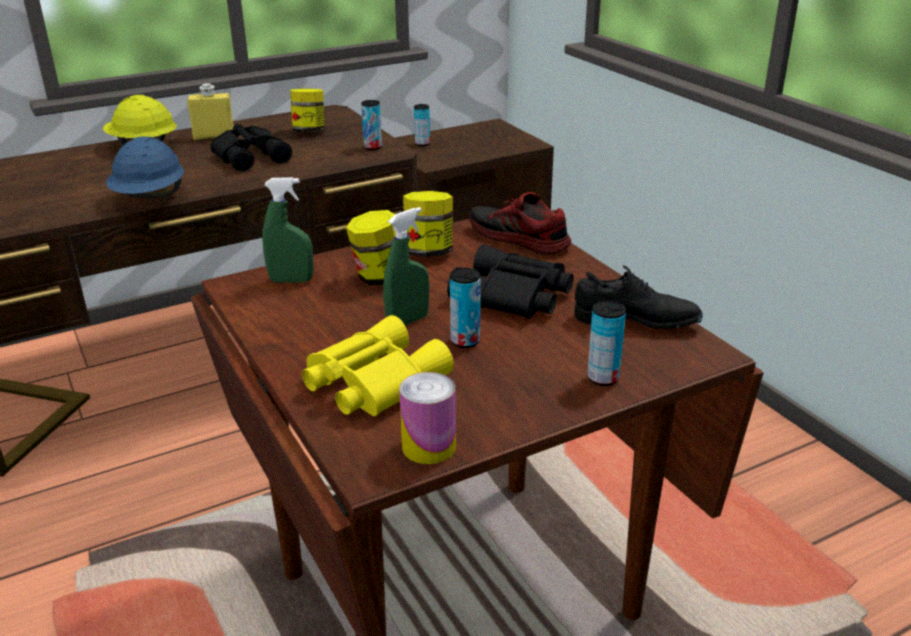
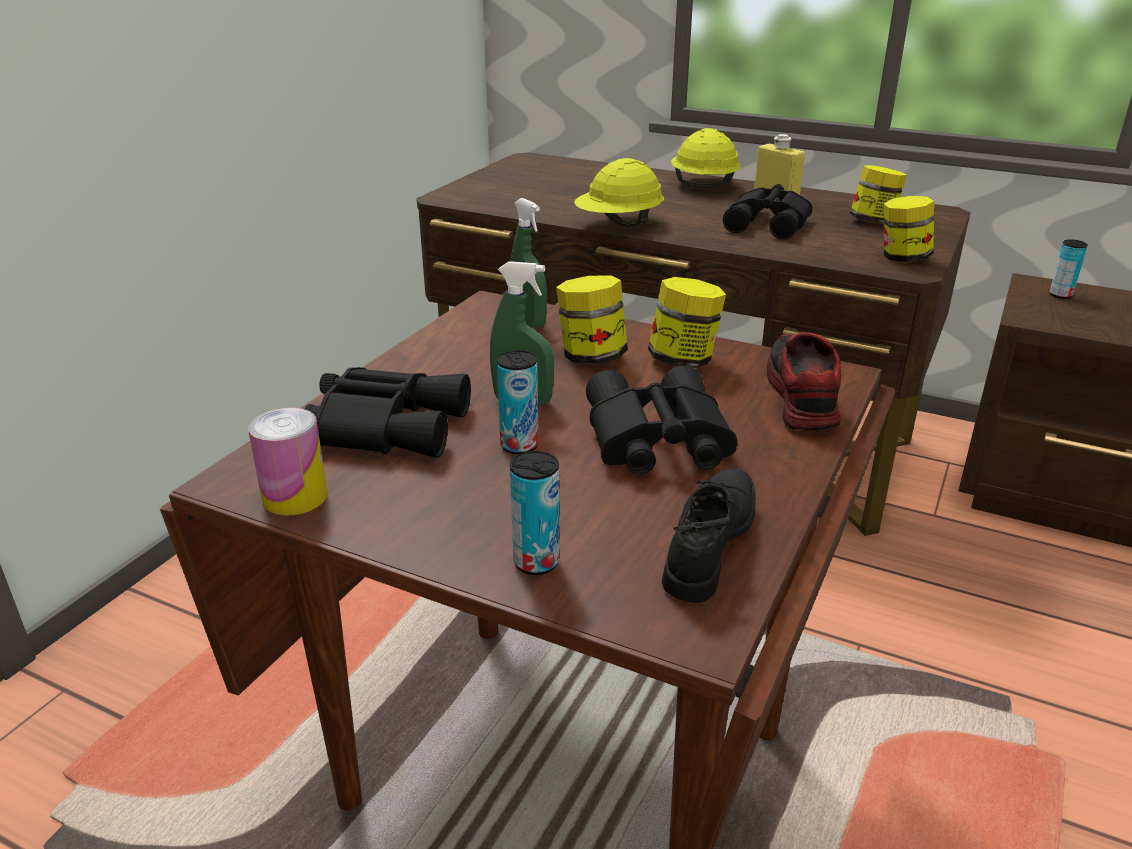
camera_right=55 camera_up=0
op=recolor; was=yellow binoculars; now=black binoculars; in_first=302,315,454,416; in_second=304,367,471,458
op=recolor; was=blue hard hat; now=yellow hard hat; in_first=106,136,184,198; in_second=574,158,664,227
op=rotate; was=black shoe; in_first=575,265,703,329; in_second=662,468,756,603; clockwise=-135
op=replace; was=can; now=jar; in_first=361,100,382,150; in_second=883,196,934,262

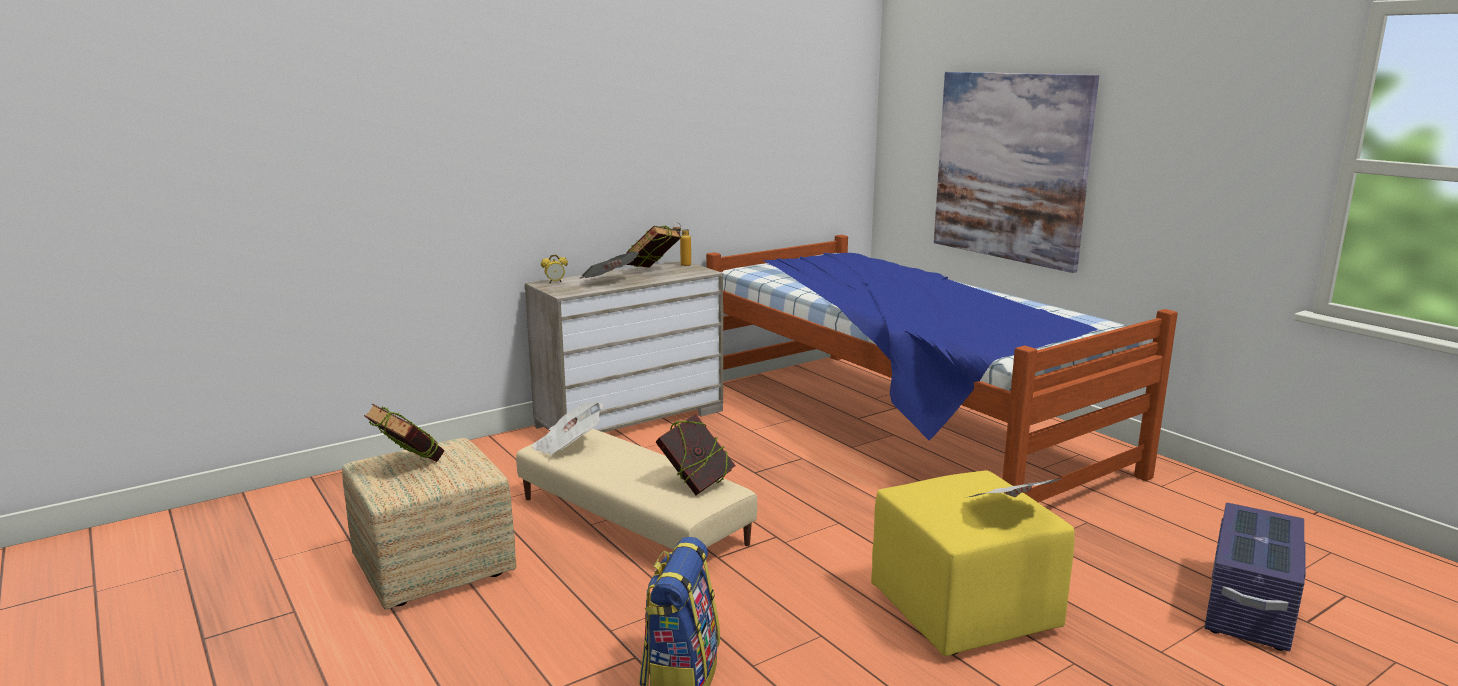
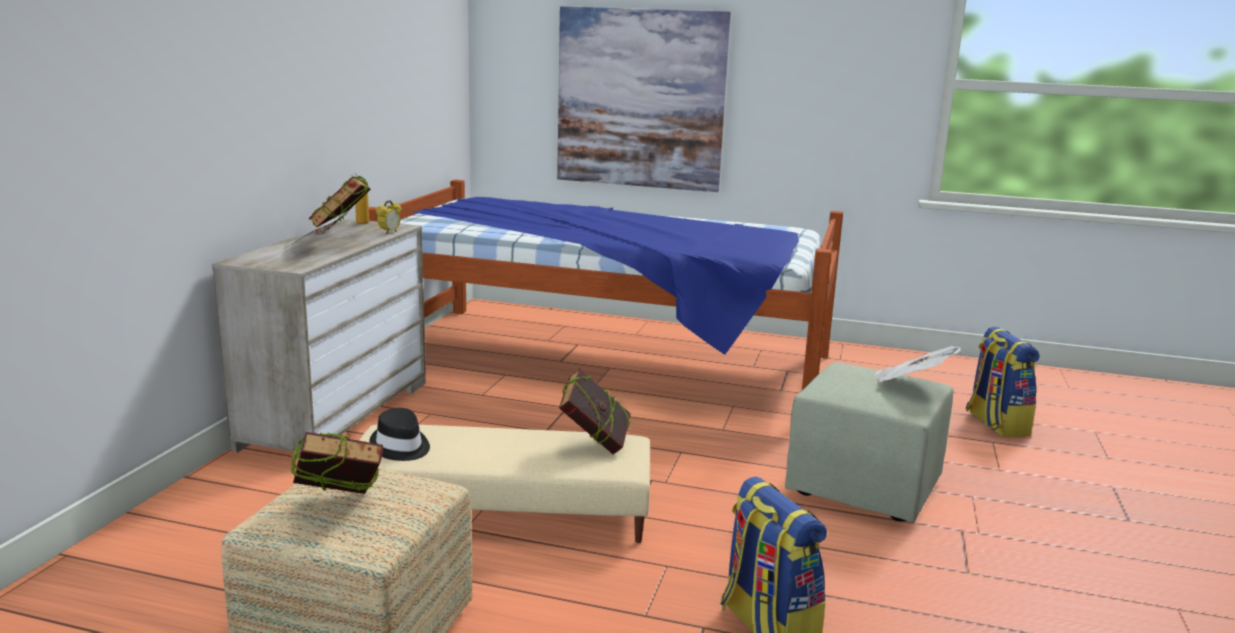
camera_right=-40 camera_up=0
op=replace; was=newspaper; now=black hat; in_first=532,402,604,455; in_second=369,408,430,461
op=move; was=alarm clock; in_first=541,255,568,283; in_second=376,200,402,234
op=recolor; was=yellow ottoman; now=green ottoman; in_first=871,470,1075,656; in_second=785,362,954,522
op=replace; was=purple storage box; now=backpack; in_first=1204,503,1306,651; in_second=966,327,1040,437

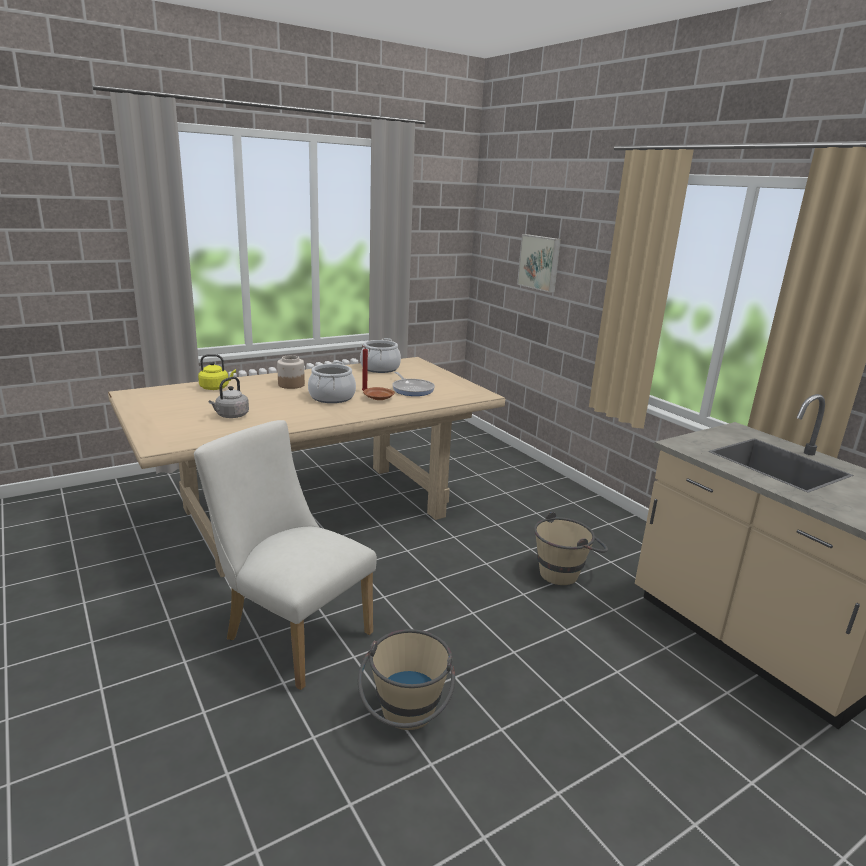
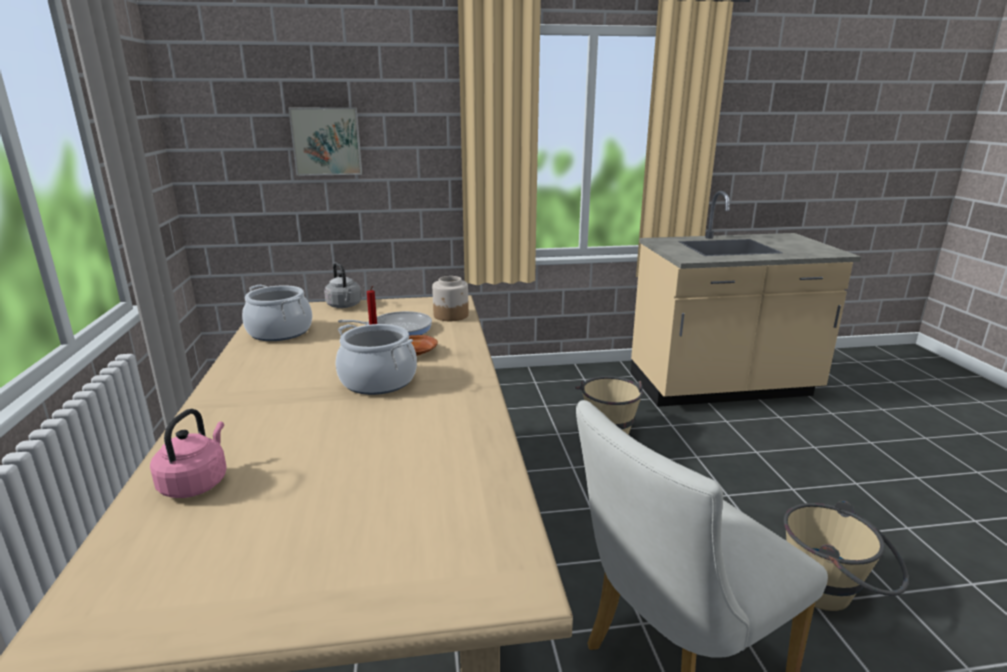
camera_right=-65 camera_up=0
op=recolor; was=yellow kettle; now=pink kettle; in_first=198,354,236,390; in_second=150,409,227,498
op=move; was=grey kettle; in_first=209,377,249,418; in_second=324,262,361,308
op=move; was=jar; in_first=277,355,305,389; in_second=432,276,469,321

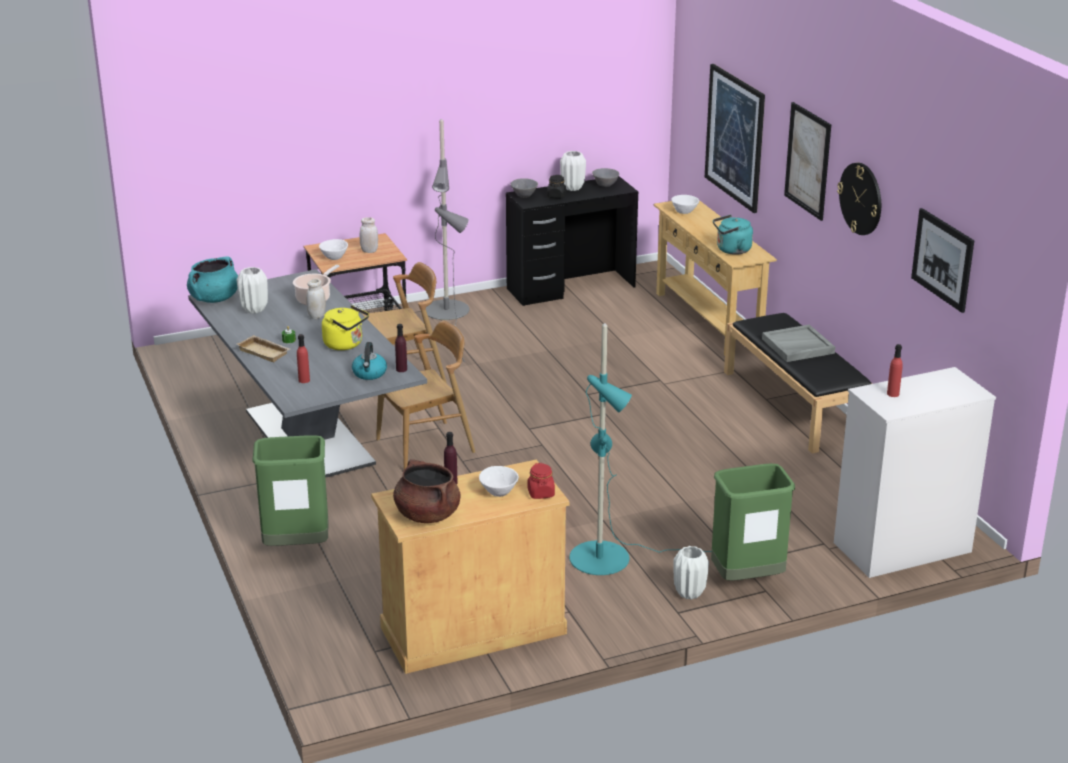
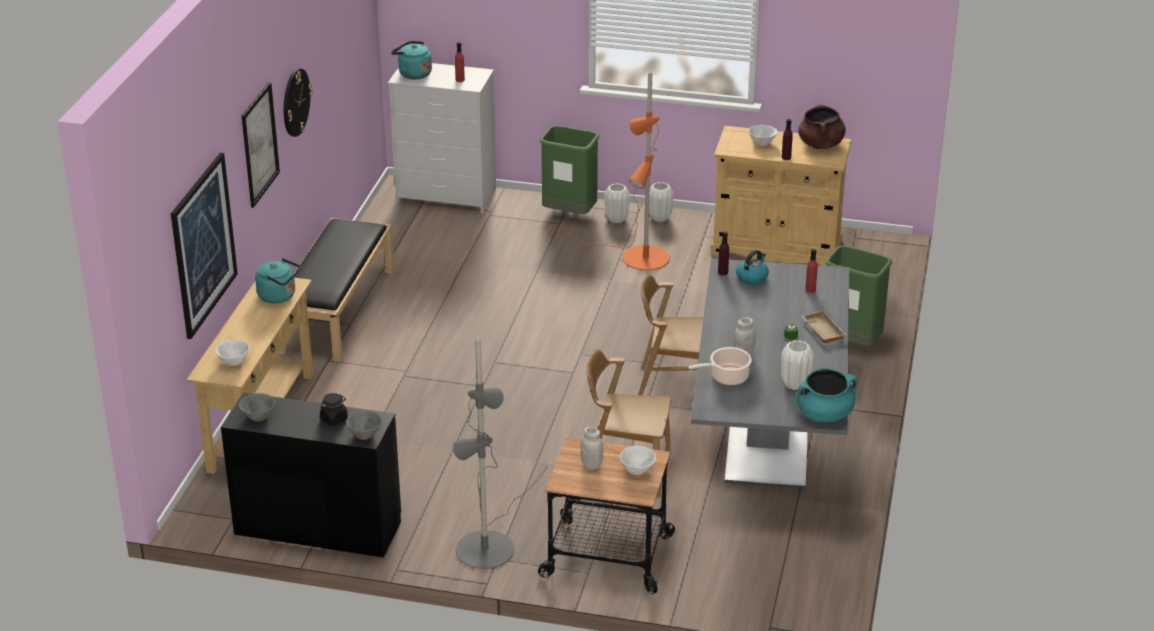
camera_right=-145 camera_up=5
op=insert; now=turquoise kettle; in_second=391,41,432,80
op=recolor; was=turquoise floor lamp; now=orange floor lamp; in_first=569,324,712,575; in_second=543,72,670,270
op=move; was=white vase; in_first=560,151,586,191; in_second=649,182,674,222
op=delete; was=yellow kettle; in_first=322,305,369,350
op=delete; was=red jar; in_first=527,463,555,499
op=delete; was=grey tray; in_first=762,325,835,362
op=delete; was=picture; in_first=911,208,974,313

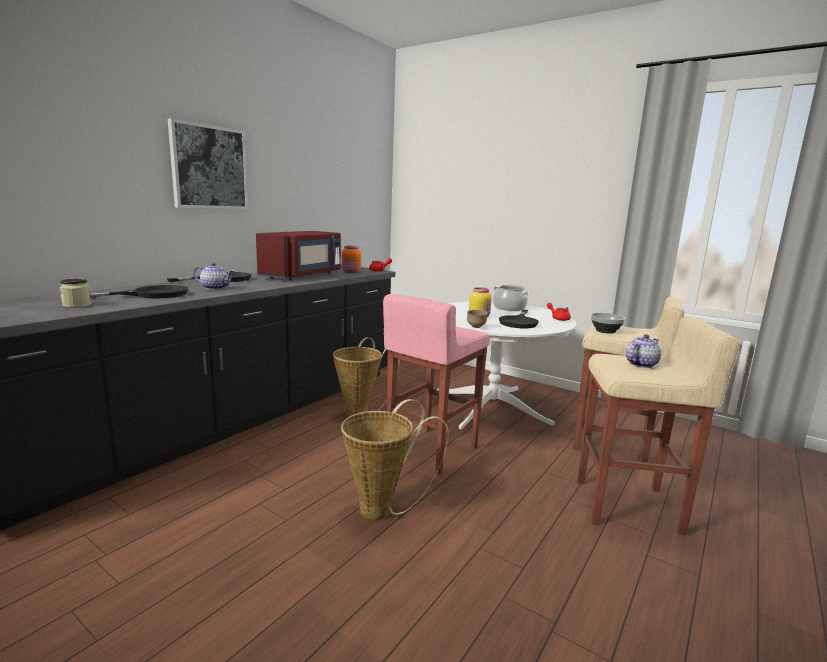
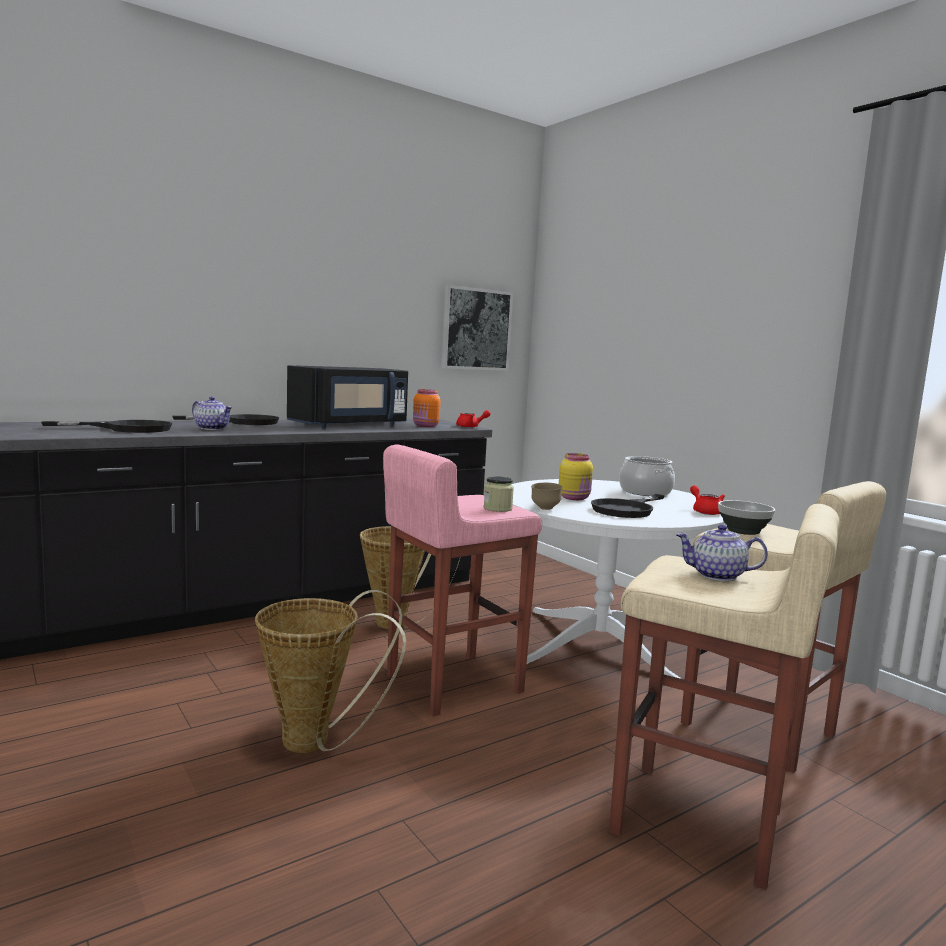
camera_right=20 camera_up=-5
op=recolor; was=red microwave; now=black microwave; in_first=256,231,341,280; in_second=287,365,408,428
op=move; was=picture; in_first=168,118,248,209; in_second=441,285,513,371
op=move; was=jar; in_first=60,279,91,308; in_second=484,476,514,512
op=rotate; was=teapot; in_first=626,334,661,368; in_second=676,524,768,581; clockwise=-150

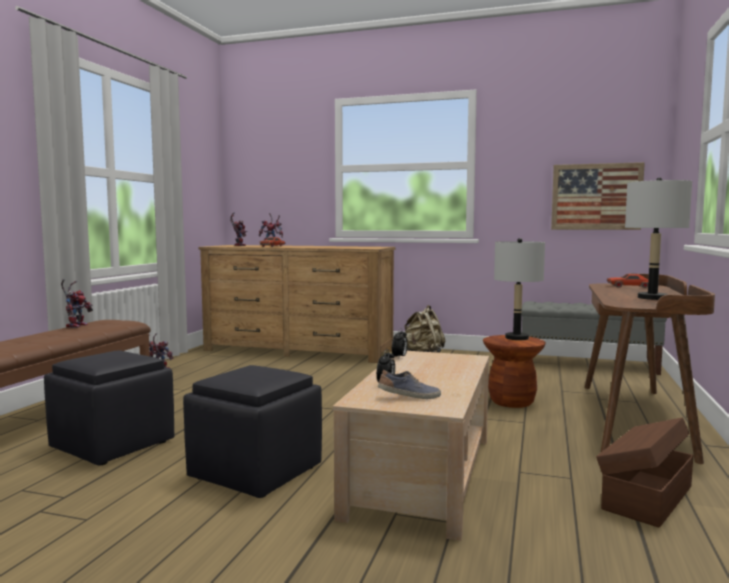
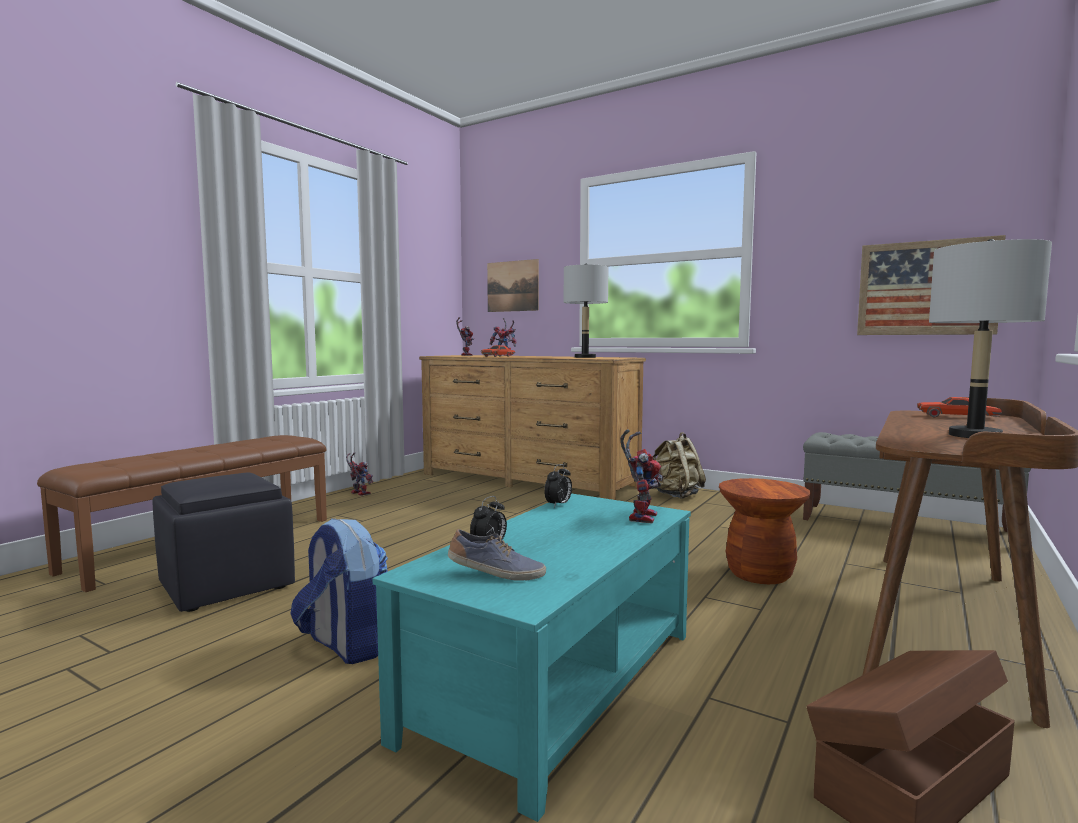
camera_right=15 camera_up=0
op=replace; was=black ottoman; now=backpack; in_first=183,365,322,498; in_second=291,518,388,664
op=recolor; was=beige coffee table; now=turquoise coffee table; in_first=333,351,489,541; in_second=373,493,691,822
op=insert; now=picture; in_second=487,259,539,312
op=move; was=grey table lamp; in_first=494,238,545,340; in_second=564,264,608,358
op=move; was=toy robot; in_first=61,279,93,328; in_second=620,430,663,524

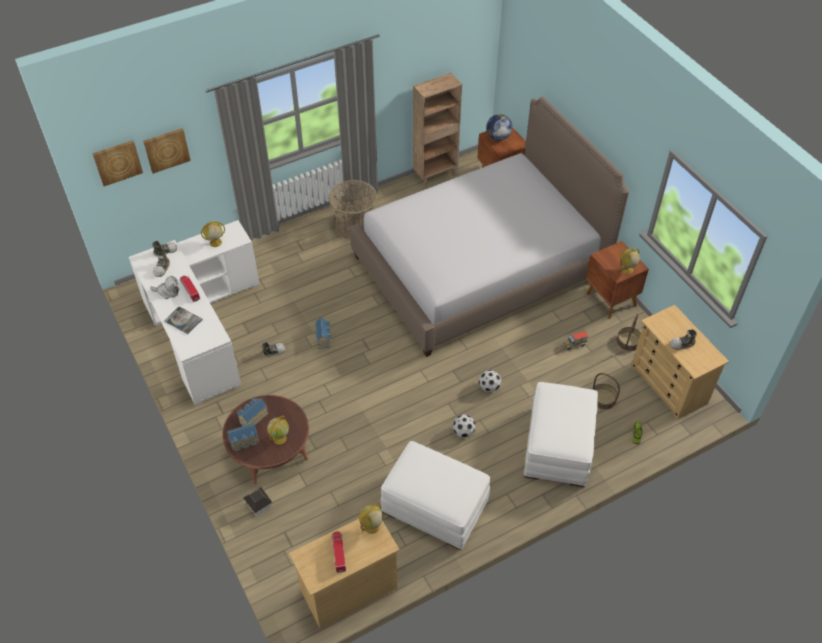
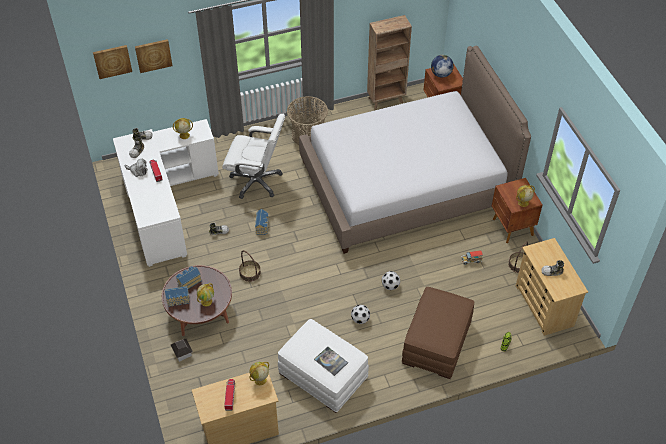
camera_right=10 camera_up=0
op=insert; now=white office chair; in_second=222,113,285,199
op=move; was=basket; in_first=592,373,620,410; in_second=239,250,261,282
op=move; was=book; in_first=164,306,203,334; in_second=314,347,348,376
op=recolor; was=white ottoman; now=brown ottoman; in_first=524,382,598,487; in_second=402,287,474,379

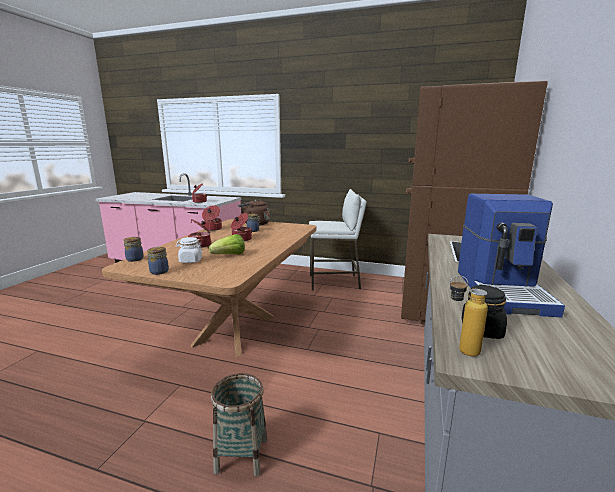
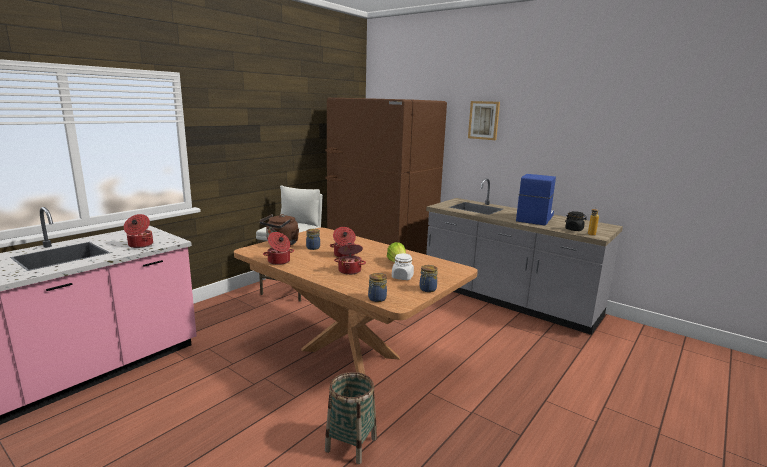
camera_right=-70 camera_up=0
op=move; was=basket; in_first=211,373,267,477; in_second=325,372,377,464
op=insert; now=picture; in_second=468,101,500,140
op=rotate; was=coffee machine; in_first=458,194,565,317; in_second=516,174,556,225; clockwise=-90

